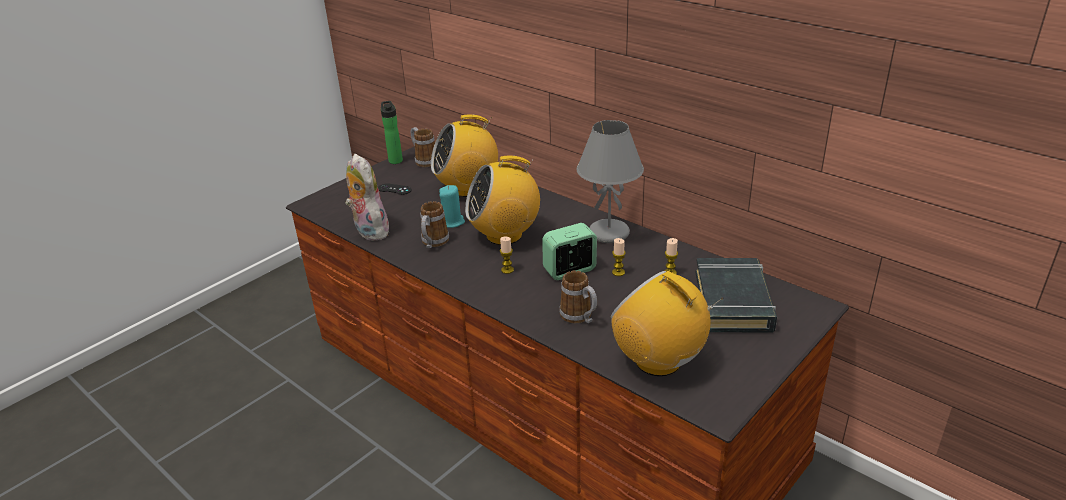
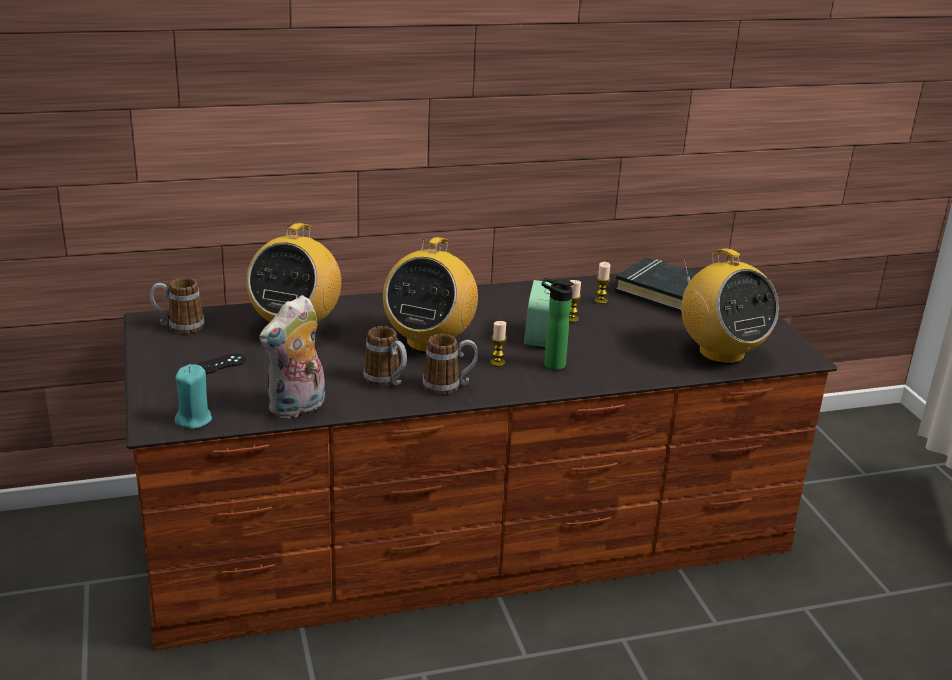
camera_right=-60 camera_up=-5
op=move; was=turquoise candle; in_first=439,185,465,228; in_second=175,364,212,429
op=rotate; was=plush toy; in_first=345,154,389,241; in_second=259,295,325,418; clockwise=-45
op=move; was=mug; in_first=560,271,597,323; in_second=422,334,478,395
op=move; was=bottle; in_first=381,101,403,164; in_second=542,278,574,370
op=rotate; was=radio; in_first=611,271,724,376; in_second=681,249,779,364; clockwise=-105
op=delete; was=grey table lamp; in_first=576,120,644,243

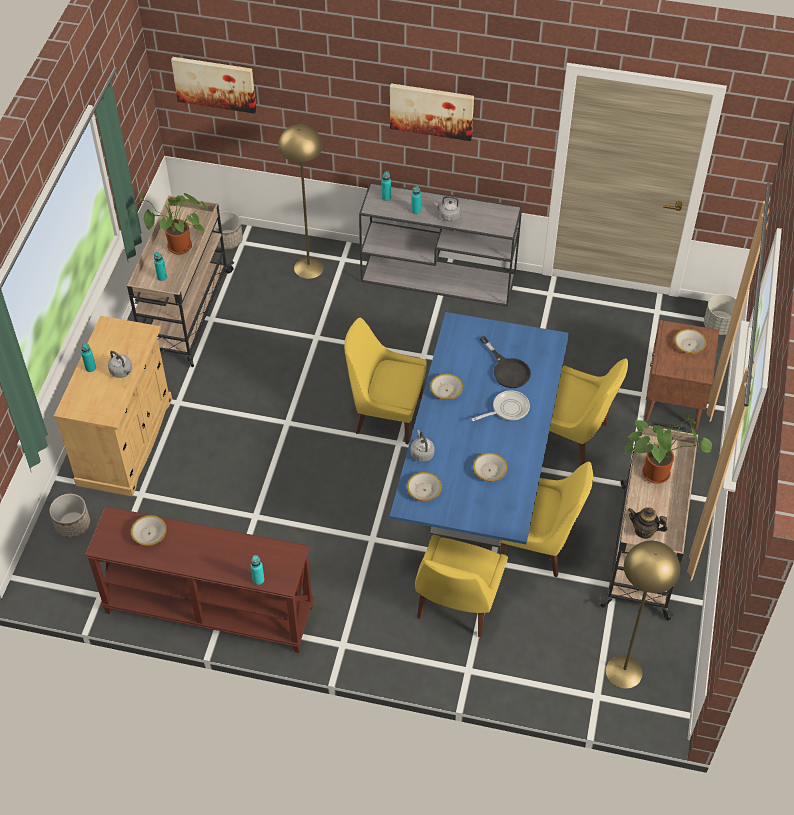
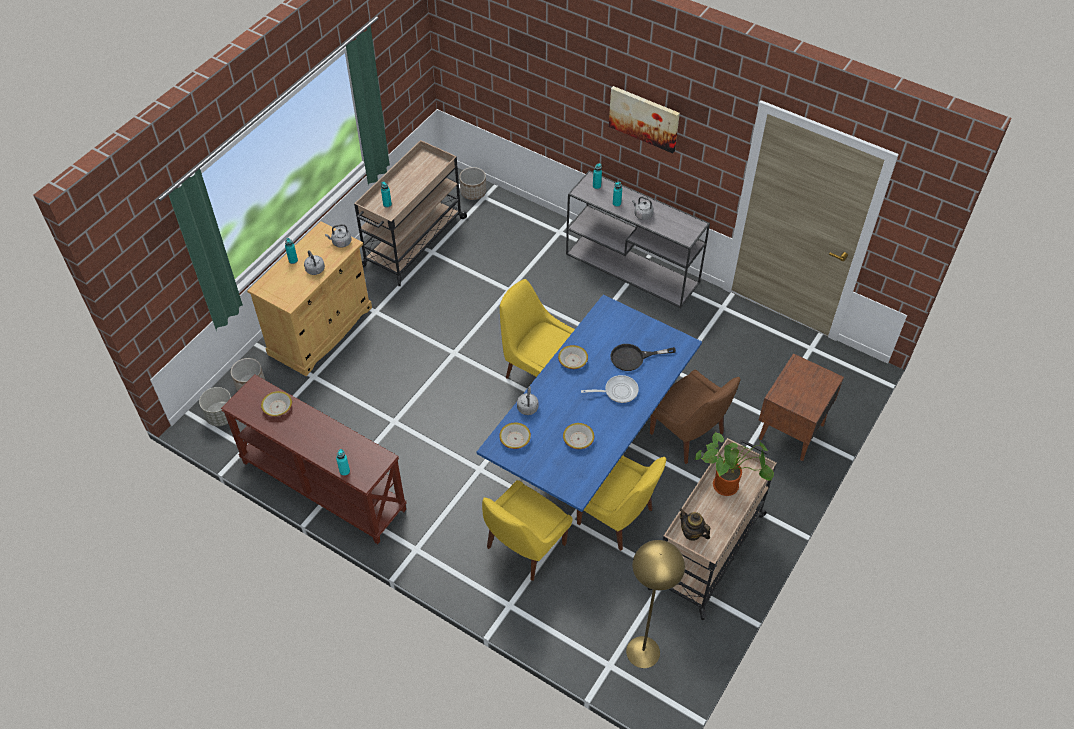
camera_right=20 camera_up=0
op=move; was=grey planter; in_first=704,294,736,335; in_second=199,387,231,426
op=insert; now=grey kettle; in_second=325,224,351,248
op=rotate; was=black frying pan; in_first=480,336,531,388; in_second=610,344,676,371; clockwise=90
op=recolor; was=yellow chair; now=brown chair; in_first=550,358,628,465; in_second=650,370,741,464
op=delete; was=potted plant; in_first=132,193,208,255
op=delete; was=picture; in_first=171,57,256,114
op=delete; was=yellow floor lamp; in_first=278,124,324,279
op=delete; was=bowl; in_first=674,329,706,354

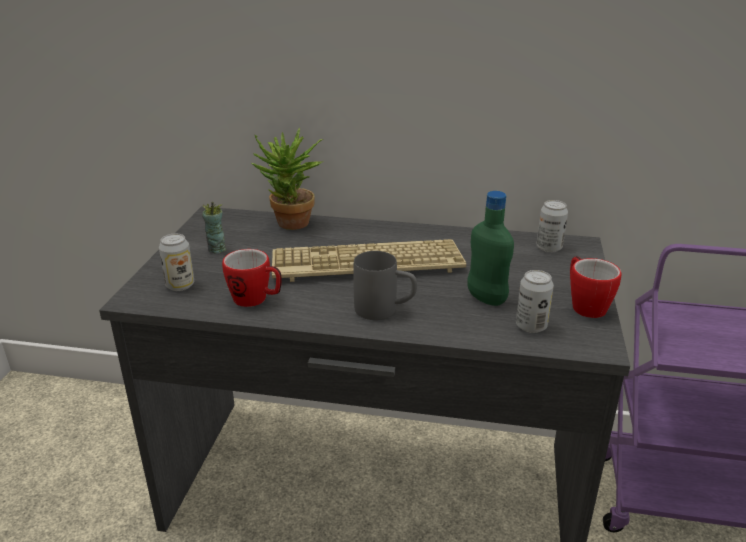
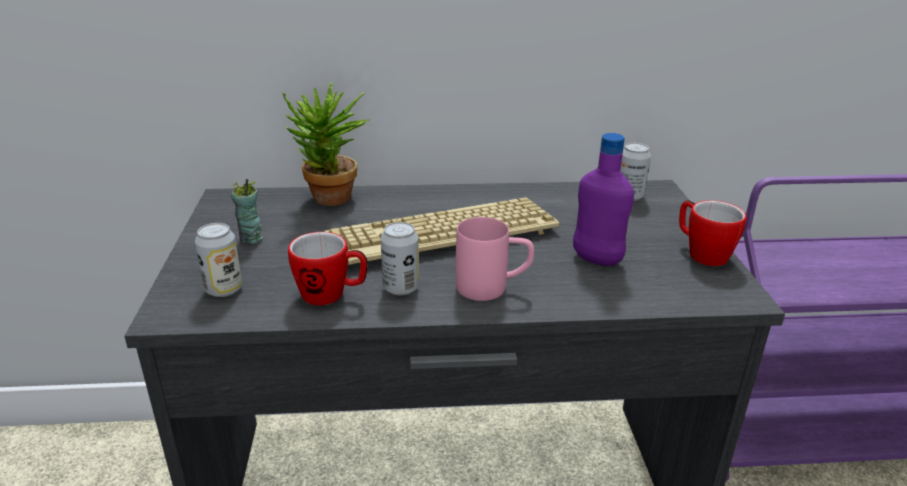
camera_right=-15 camera_up=0
op=move; was=can; in_first=516,270,554,333; in_second=381,222,419,295
op=recolor; was=grey mug; now=pink mug; in_first=353,251,417,320; in_second=456,217,534,301
op=recolor; was=green bottle; now=purple bottle; in_first=467,191,514,306; in_second=573,133,634,266

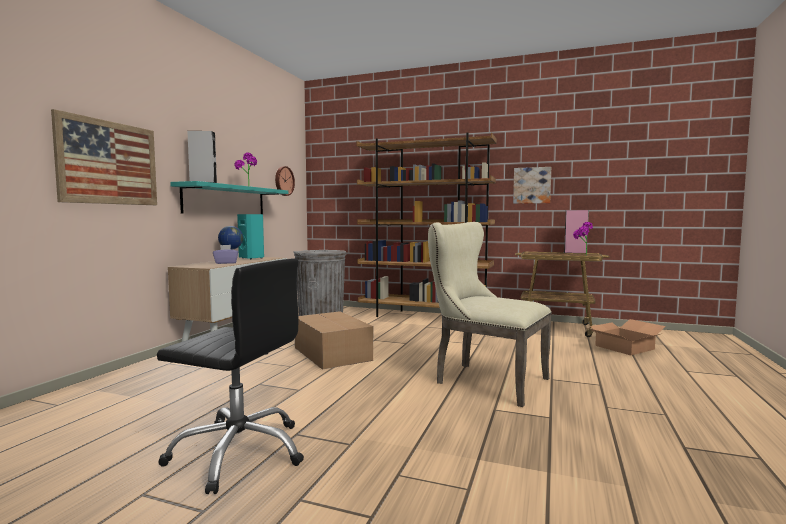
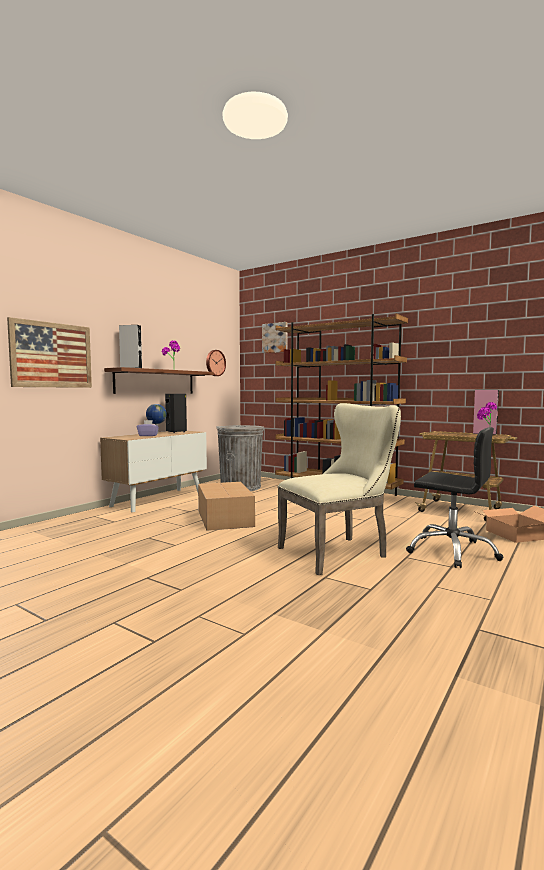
camera_right=15 camera_up=0
op=recolor; was=turquoise shelf; now=brown shelf; in_first=170,181,288,214; in_second=104,367,214,394
op=recolor; was=turquoise speaker; now=black speaker; in_first=237,214,264,259; in_second=165,394,187,433
op=move; was=picture; in_first=513,167,551,204; in_second=262,322,288,353
op=rotate; was=beige chair; in_first=428,222,552,407; in_second=278,403,401,575; clockwise=105
op=move; was=black office chair; in_first=157,258,304,494; in_second=406,427,503,568

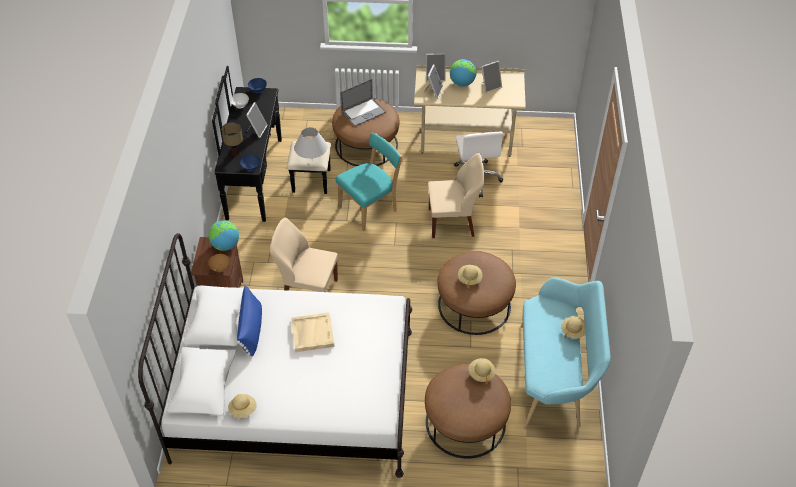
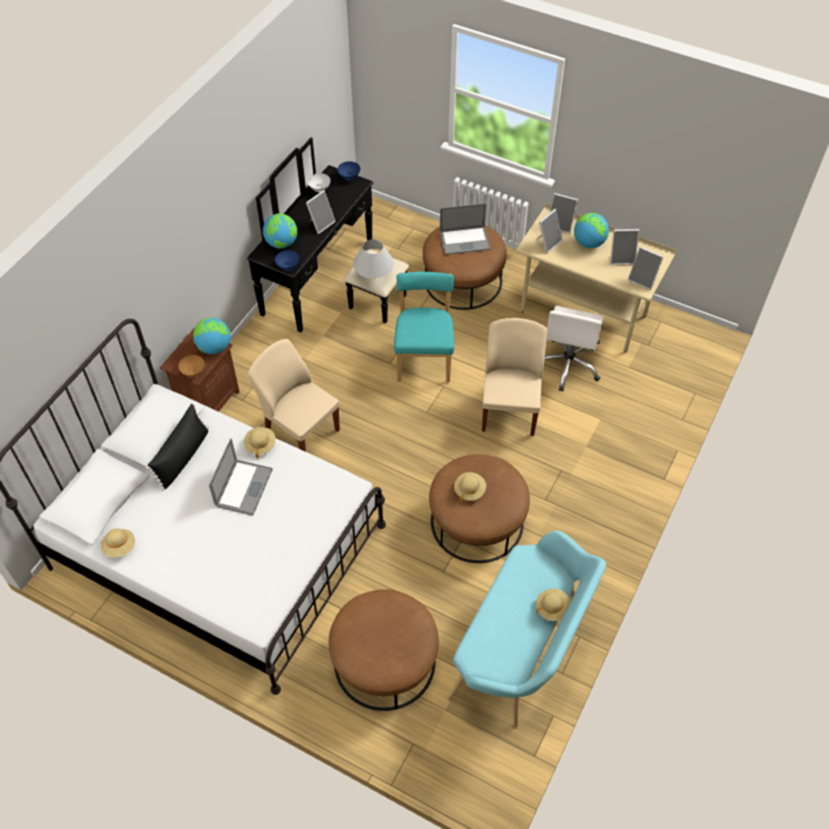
camera_right=25 camera_up=5
op=recolor; was=blue pillow; now=black pillow; in_first=237,285,262,359; in_second=146,404,209,491
op=replace; was=beige tray; now=laptop; in_first=291,313,334,352; in_second=209,438,273,516
op=move; was=beige hat; in_first=469,358,496,385; in_second=244,427,276,458
op=replace; was=table lamp; now=globe; in_first=221,122,243,156; in_second=263,213,297,249
op=rotate; was=turquoise chair; in_first=336,133,402,231; in_second=394,272,454,382; clockwise=-75
op=rotate; was=beige chair; in_first=428,153,484,238; in_second=482,318,547,436; clockwise=-105
op=insert; now=picture frame; in_second=628,246,664,290

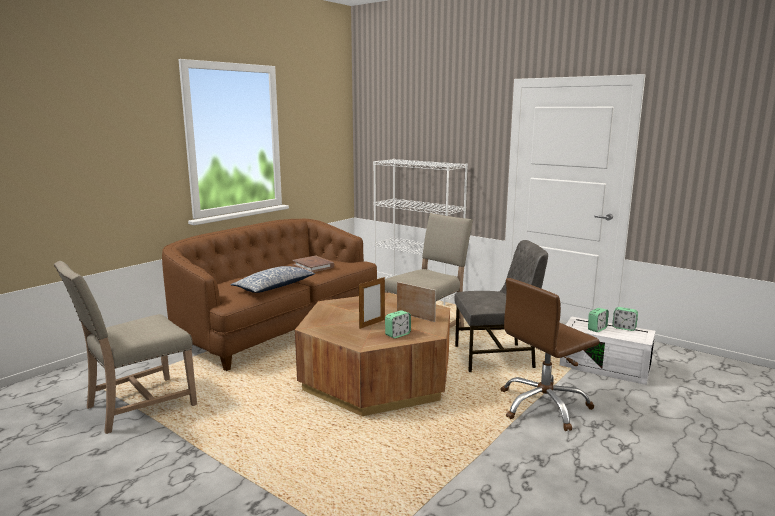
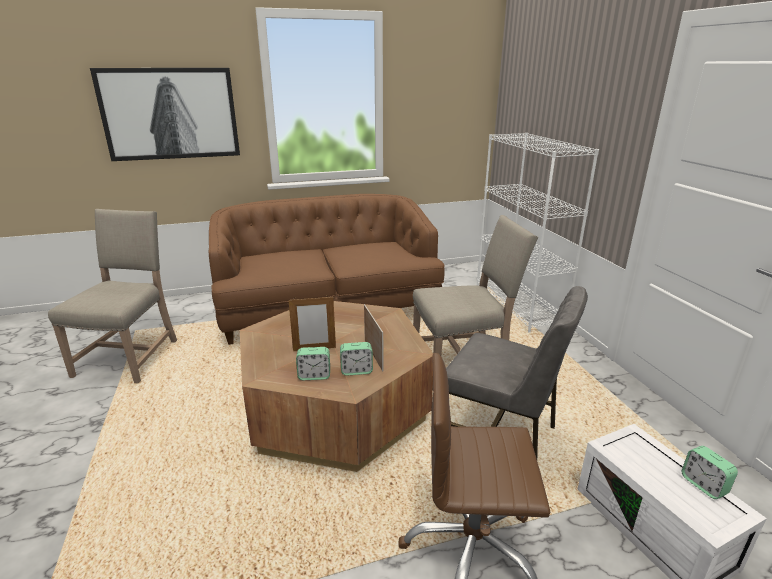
camera_right=35 camera_up=10
op=rotate; was=beige chair; in_first=54,261,197,434; in_second=48,209,177,383; clockwise=105
op=insert; now=picture; in_second=90,68,240,161
op=move; was=alarm clock; in_first=588,308,609,332; in_second=340,342,373,376
op=delete; was=pillow; in_first=230,266,315,293
op=delete; was=brown book; in_first=292,256,335,272

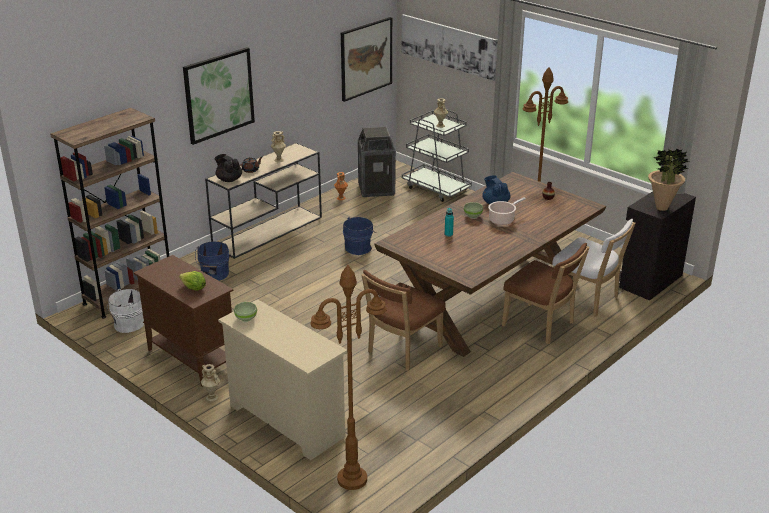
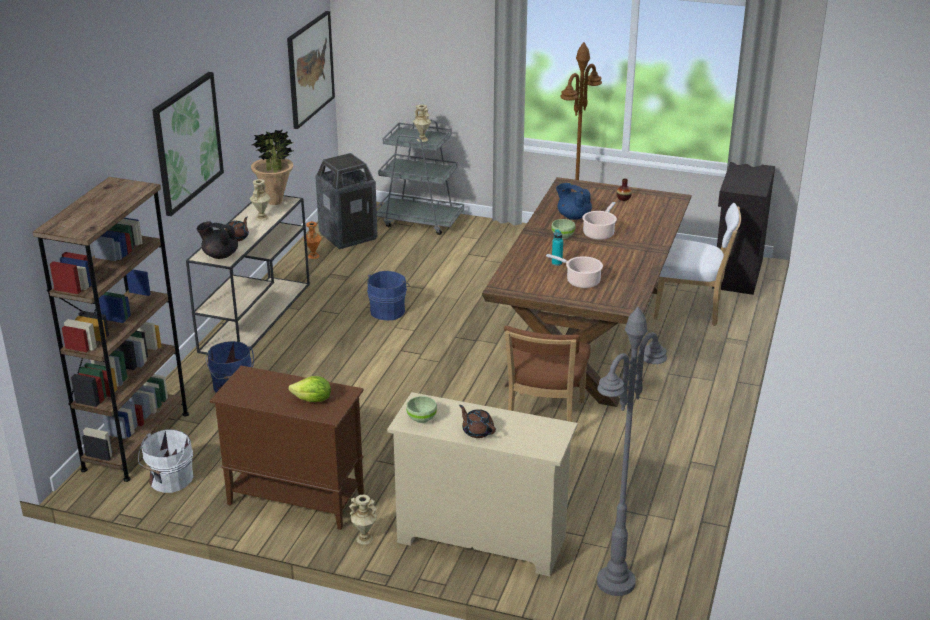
camera_right=-25 camera_up=0
op=move; was=potted plant; in_first=648,149,689,211; in_second=251,129,293,205
op=insert; now=brown teapot; in_second=459,405,496,438
op=insert; now=cooking pot; in_second=546,254,603,288
op=recolor; was=brown floor lamp; now=grey floor lamp; in_first=310,265,387,490; in_second=597,307,667,596
op=delete; was=picture; in_first=401,14,498,81
op=delete; was=brown chair; in_first=502,243,590,344

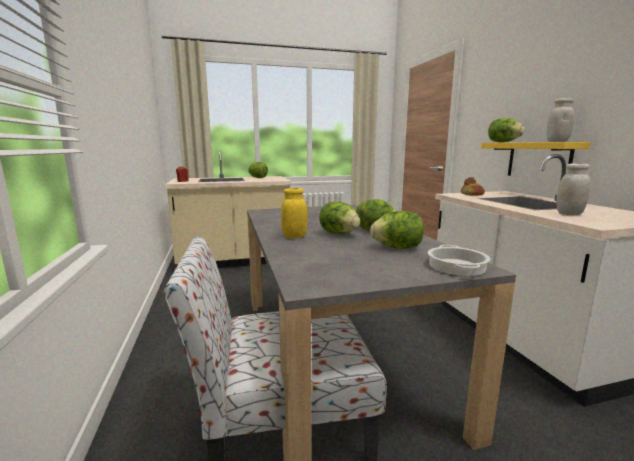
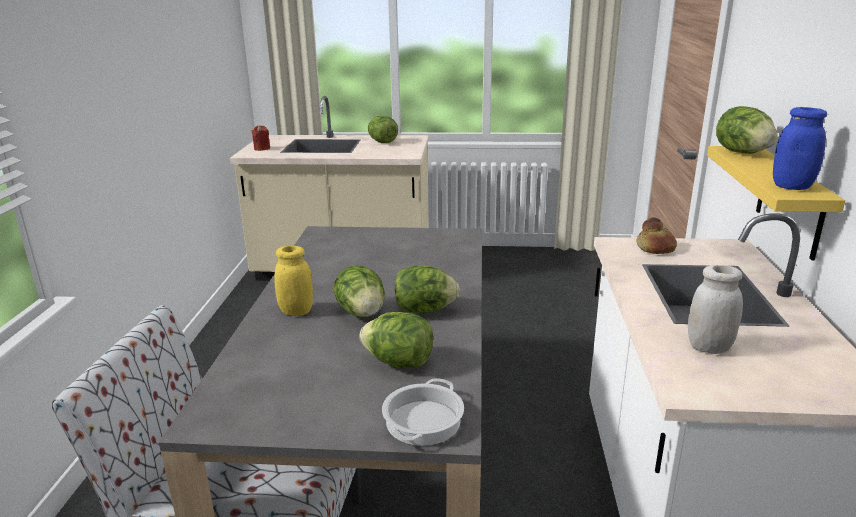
camera_right=20 camera_up=10
op=recolor; was=white jar; now=blue jar; in_first=547,98,575,142; in_second=773,107,827,190

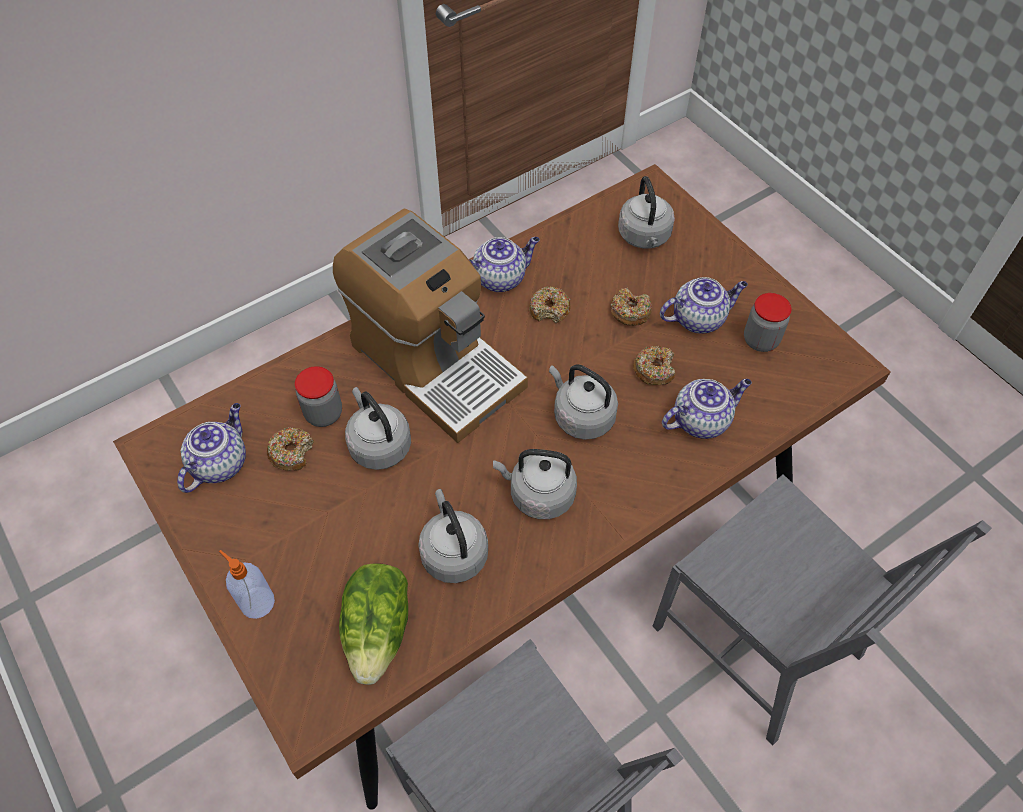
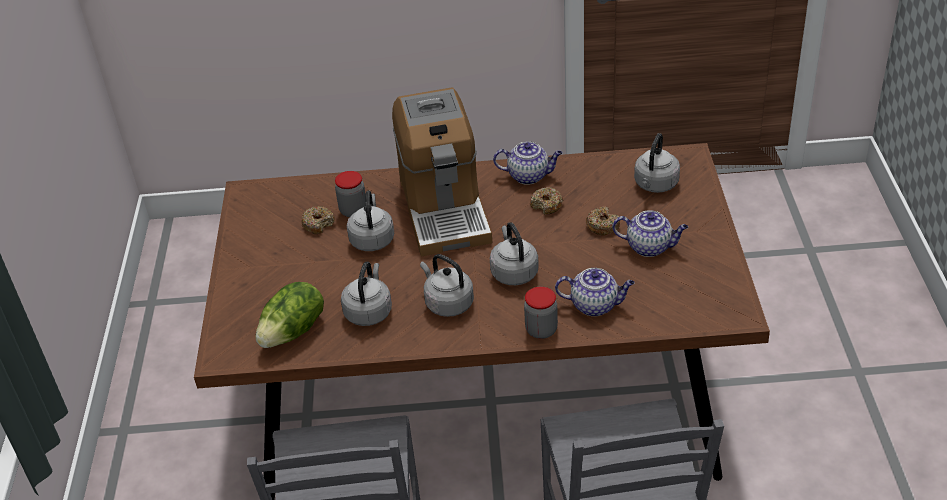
camera_right=35 camera_up=-15
op=move; was=jar; in_first=744,293,791,352; in_second=524,287,558,339
op=delete; was=teapot; in_first=177,403,246,493
op=delete; was=soap dispenser; in_first=219,550,275,619
op=delete; was=donut; in_first=633,346,675,385

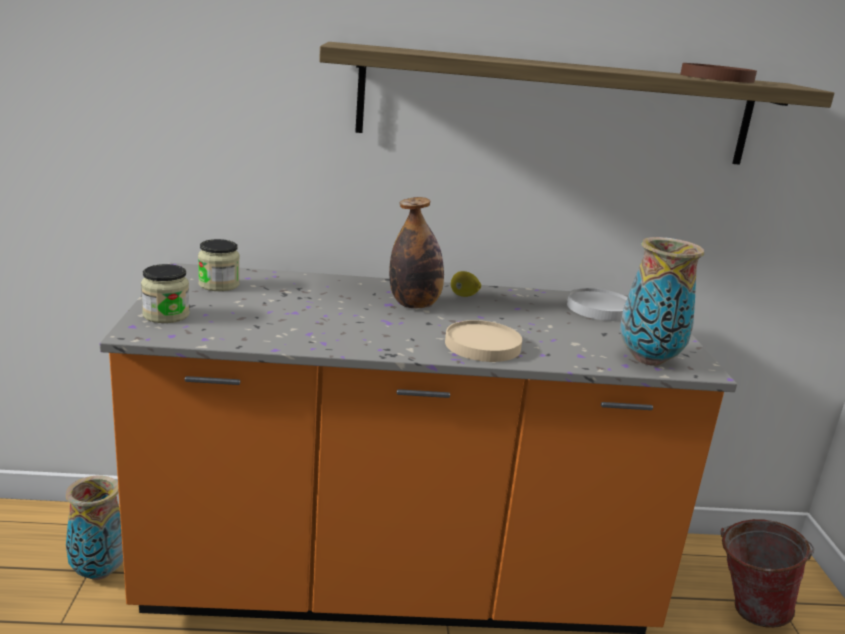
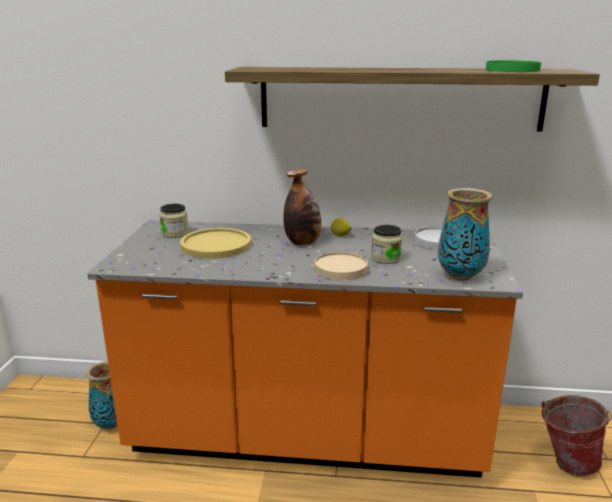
camera_right=10 camera_up=0
op=insert; now=yellow plate; in_second=180,228,251,258
op=move; was=jar; in_first=141,264,190,323; in_second=371,225,403,264
op=recolor; was=brown plate; now=green plate; in_first=680,63,757,83; in_second=486,60,541,72

